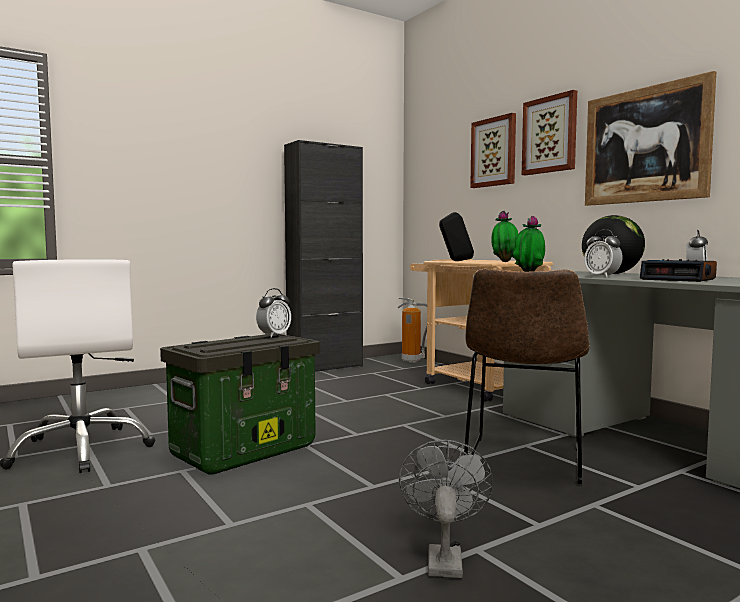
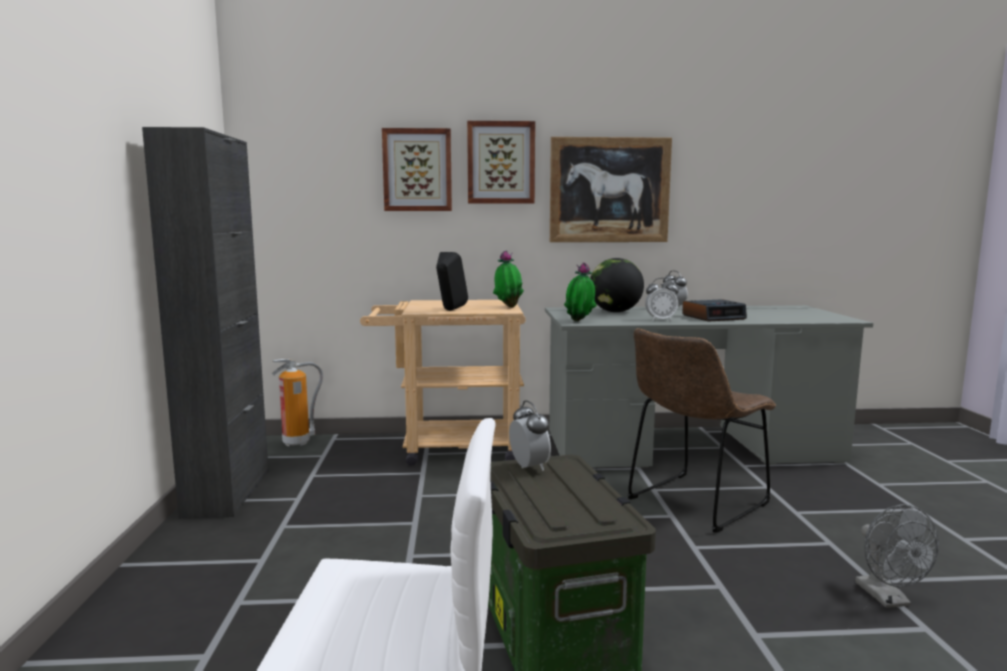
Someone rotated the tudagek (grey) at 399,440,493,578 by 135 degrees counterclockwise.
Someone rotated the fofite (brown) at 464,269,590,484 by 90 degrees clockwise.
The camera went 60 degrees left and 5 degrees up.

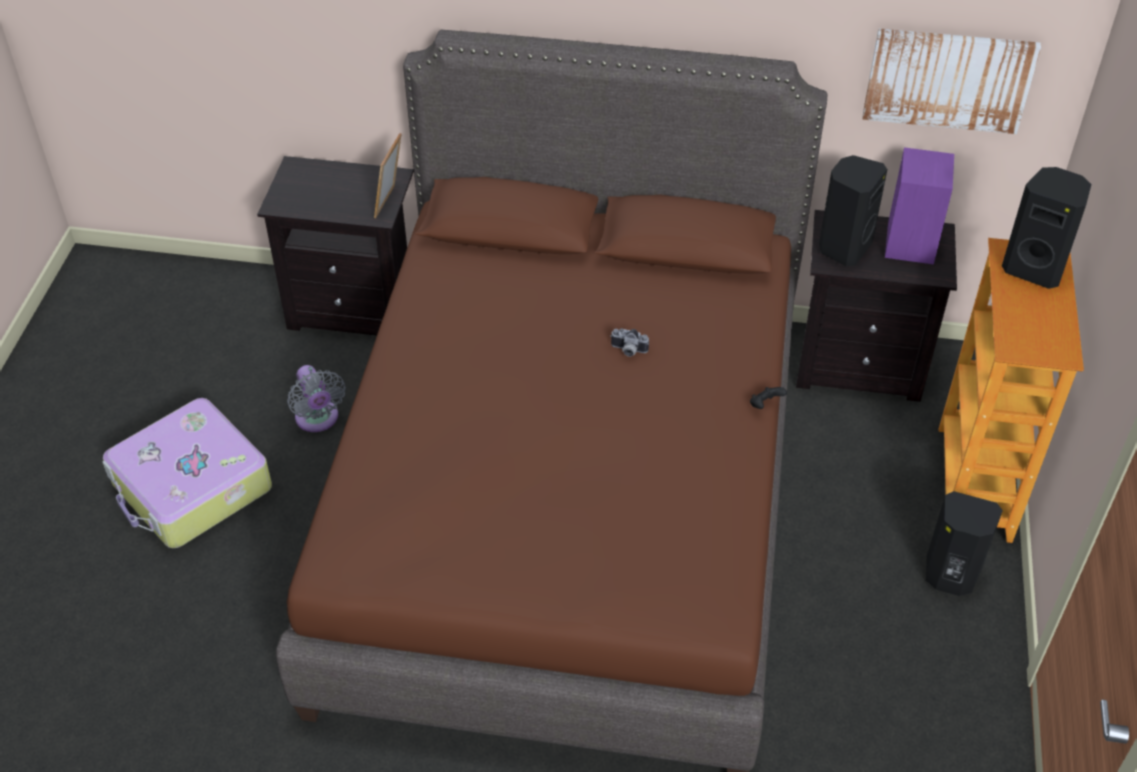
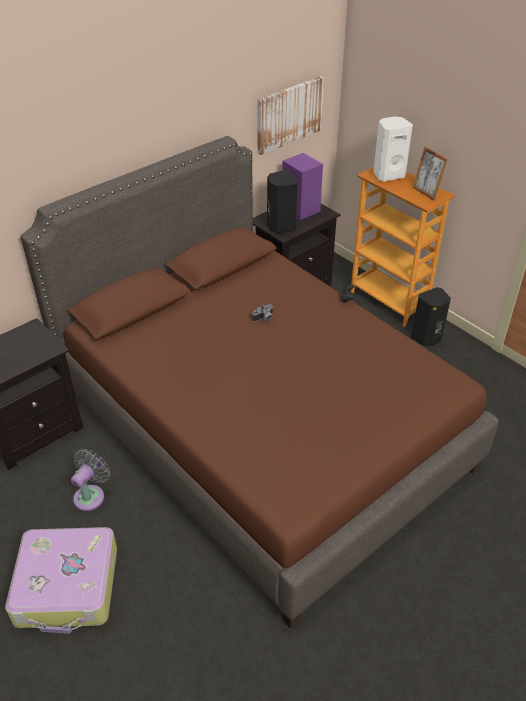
Someone carried the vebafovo from 374,133,402,218 to 412,146,449,201.
Someone repainted the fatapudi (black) at 1002,167,1092,289, which became the fatapudi (white) at 373,116,413,182.
Someone rotated the tudagek (grey) at 287,365,346,432 by 75 degrees counterclockwise.
The camera went 50 degrees left and 5 degrees down.

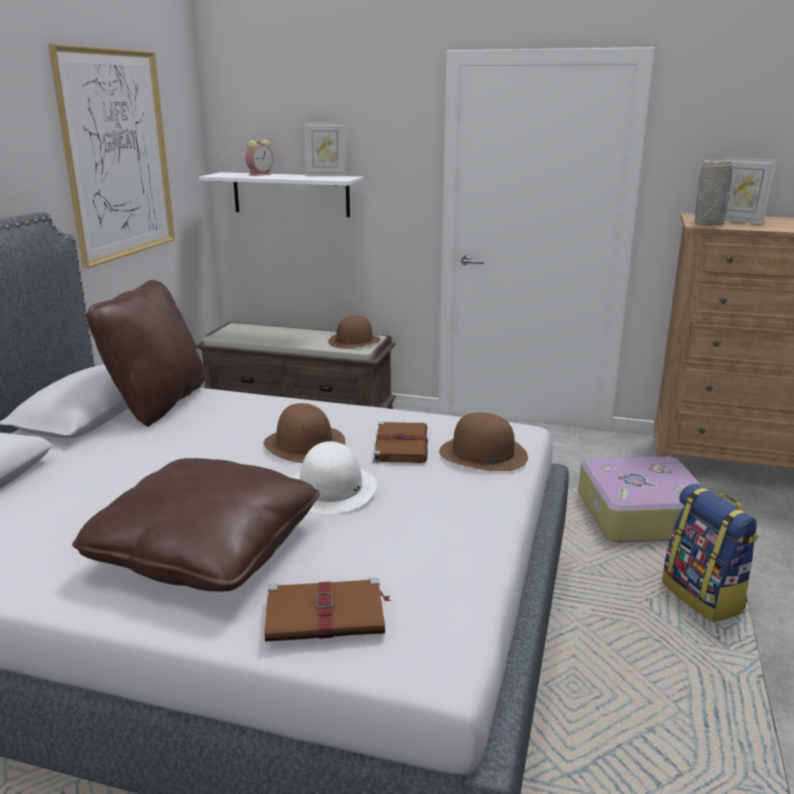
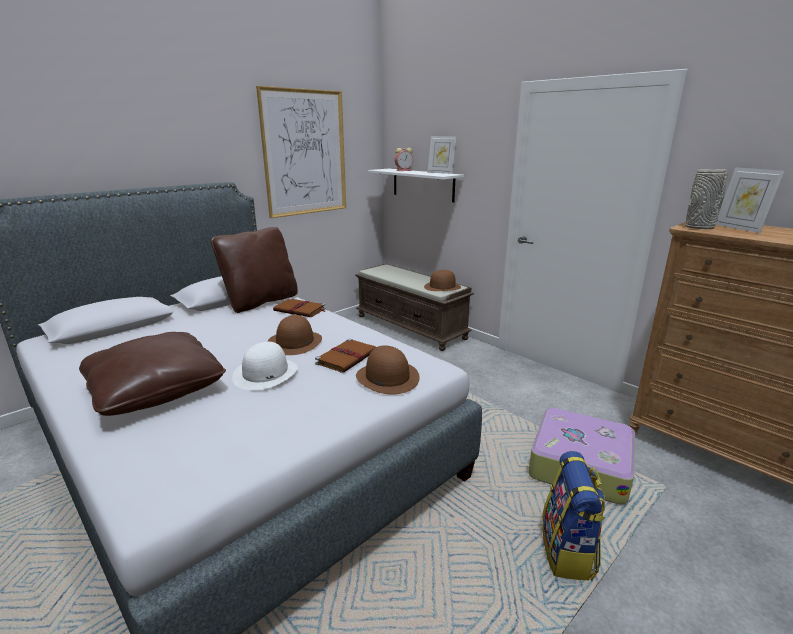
Someone carried the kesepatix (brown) from 264,578,391,642 to 273,298,326,317.
The camera went 30 degrees right and 0 degrees up.

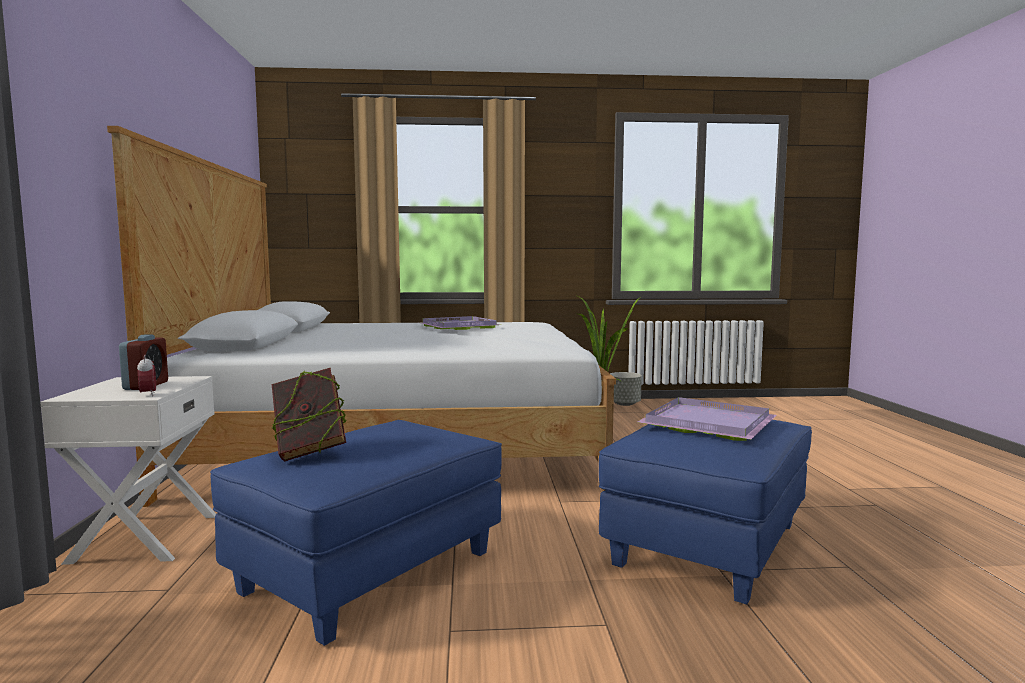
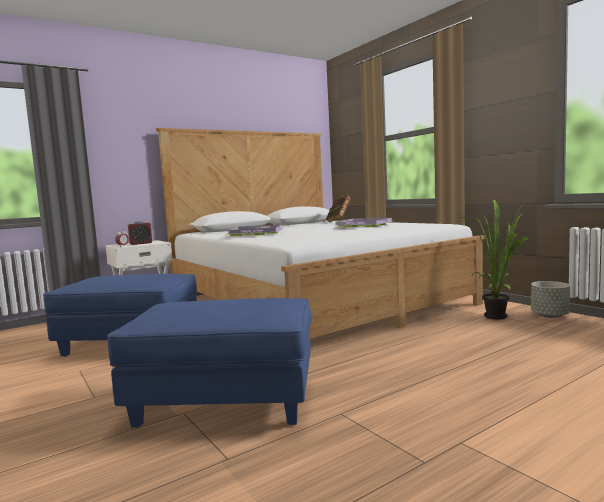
Someone carried the kesepatix from 271,368,347,461 to 326,195,351,222.
Someone carried the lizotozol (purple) from 638,397,777,441 to 227,225,283,236.
The camera went 60 degrees right and 0 degrees up.

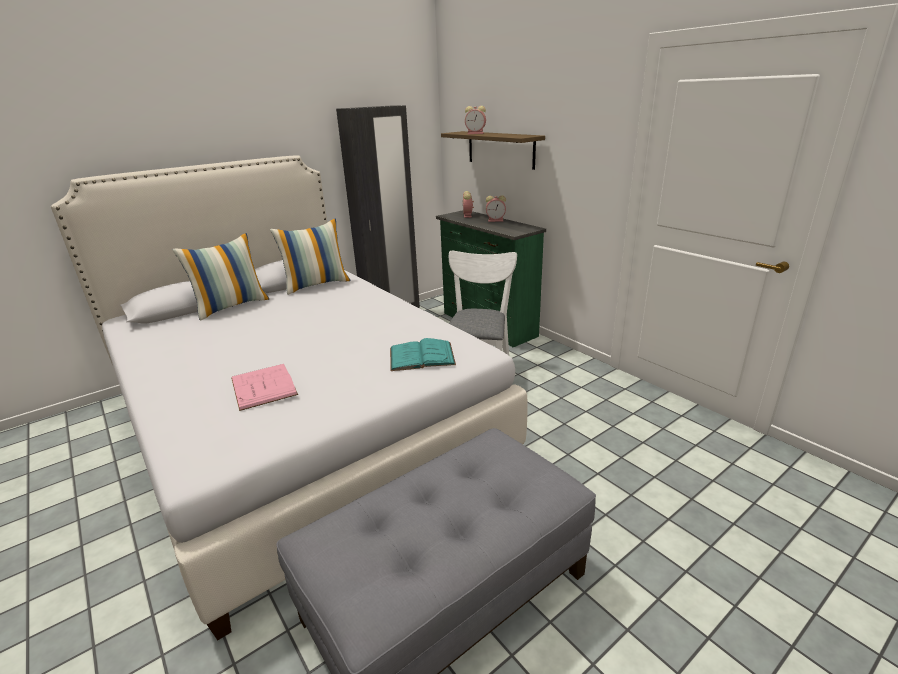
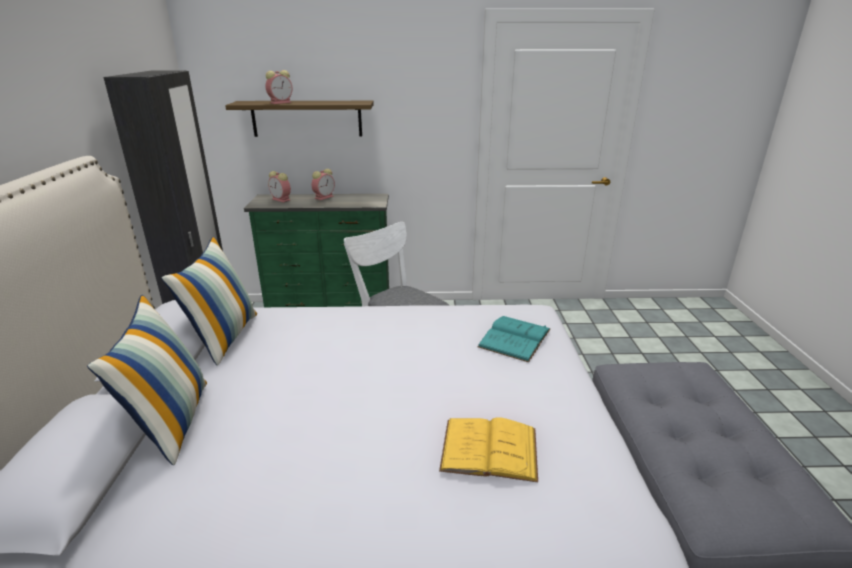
Someone repainted the kesepatix (pink) at 231,364,298,411, which became the kesepatix (yellow) at 439,417,538,482.
The camera went 55 degrees left and 0 degrees up.

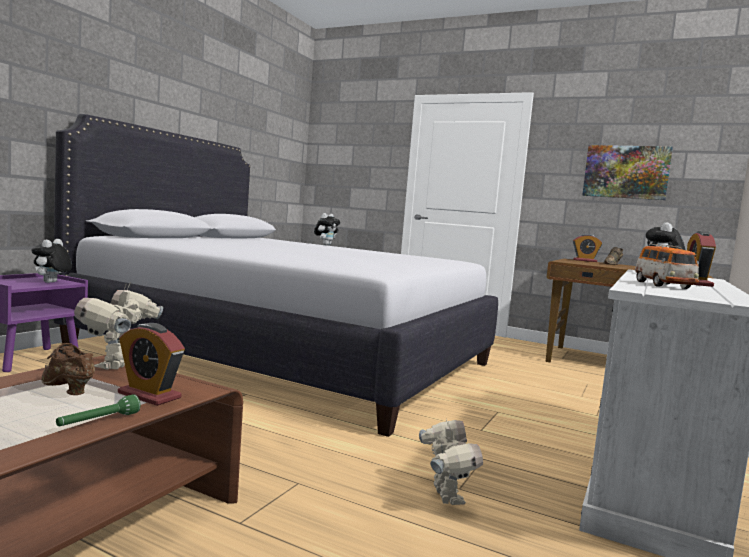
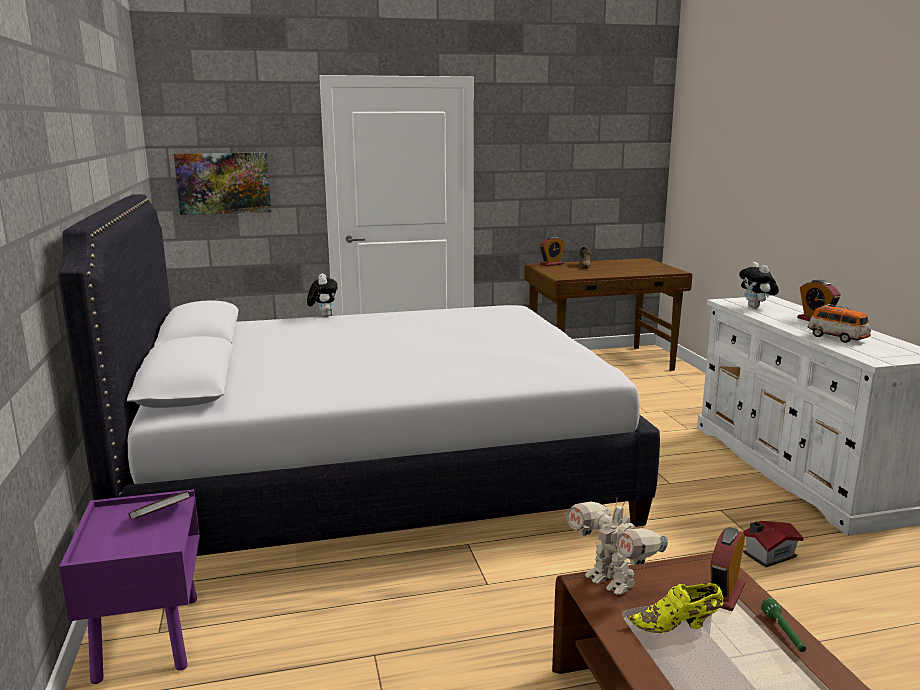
Someone carried the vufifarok from 582,145,673,200 to 174,152,271,215.
Someone swapped the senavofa at 31,239,72,283 for the kesepatix at 129,491,191,520.
Someone swapped the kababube at 419,419,483,505 for the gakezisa at 743,521,804,567.
Someone repainted the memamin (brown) at 42,343,95,395, which became the memamin (yellow) at 627,583,723,633.
Someone rotated the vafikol at 118,323,185,406 by 135 degrees clockwise.
The camera went 40 degrees left and 10 degrees up.

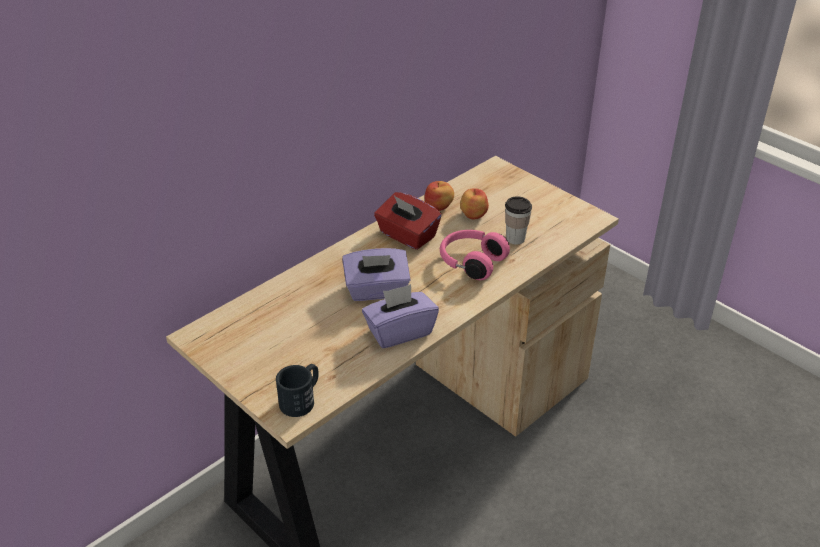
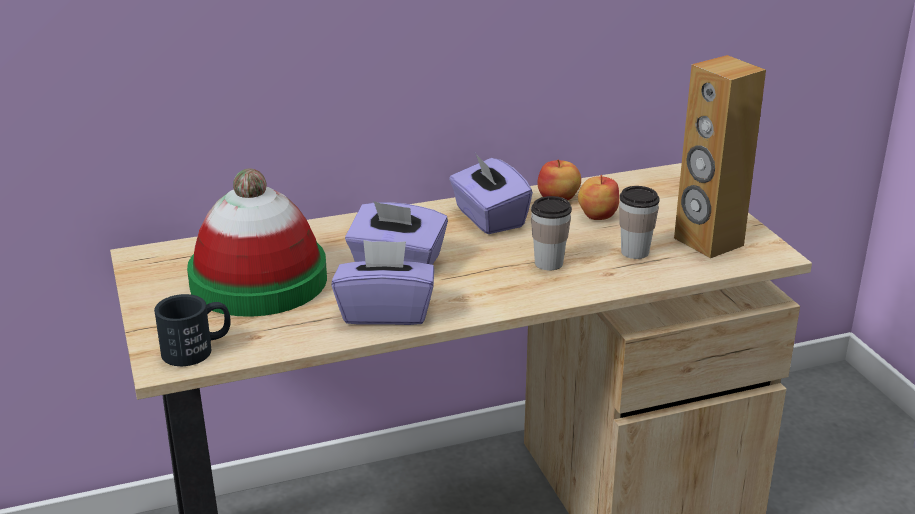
Someone put down the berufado at 187,168,327,317.
Someone put down the fatapudi (brown) at 674,55,766,258.
Someone swapped the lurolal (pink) at 440,230,510,280 for the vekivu at 531,196,572,270.
Someone repainted the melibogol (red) at 374,192,442,250, which became the melibogol (purple) at 449,153,533,234.
The camera went 25 degrees right and 10 degrees down.

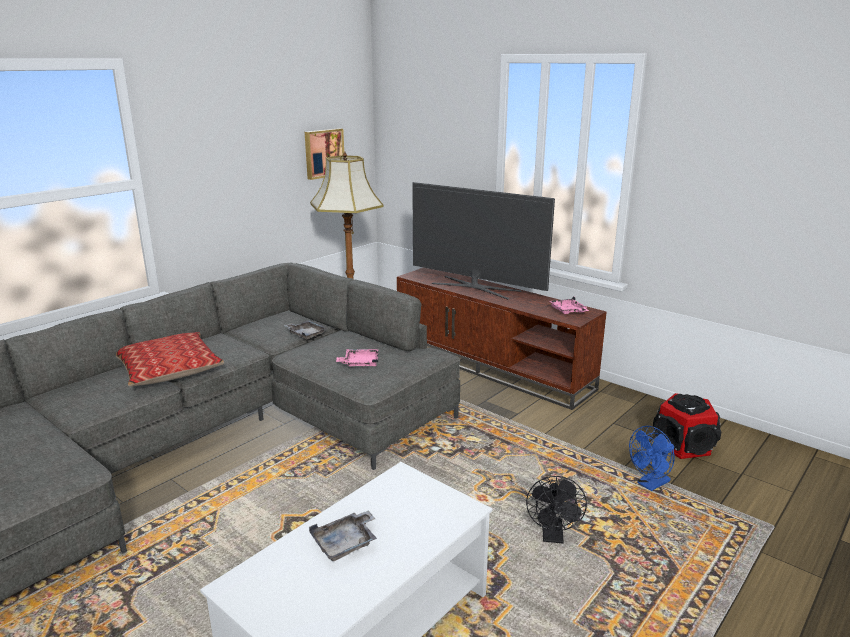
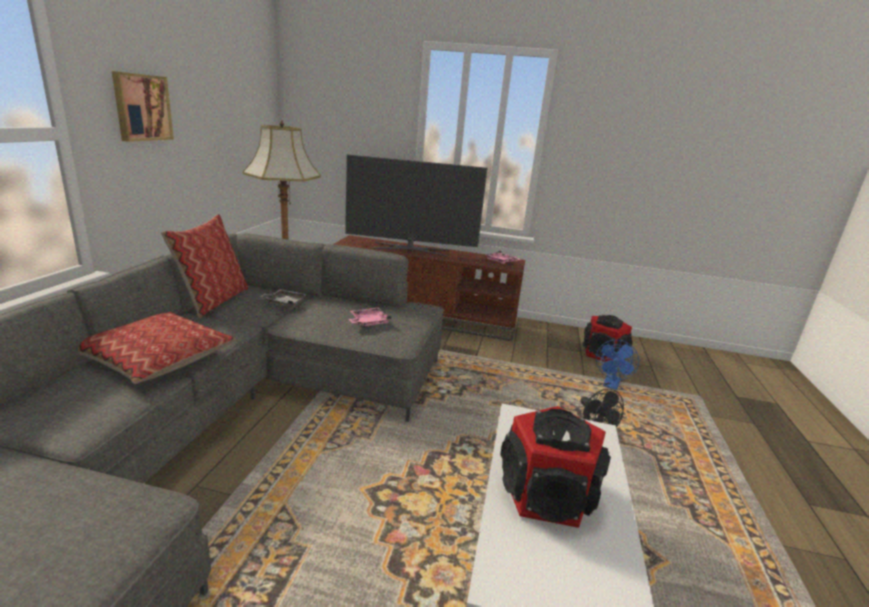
Someone put down the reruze at 161,214,249,318.
Someone carried the vufifarok from 305,128,344,180 to 112,71,174,142.
Someone swapped the lizotozol (grey) at 309,510,377,561 for the fatapudi at 501,406,611,528.
The camera went 30 degrees left and 0 degrees up.

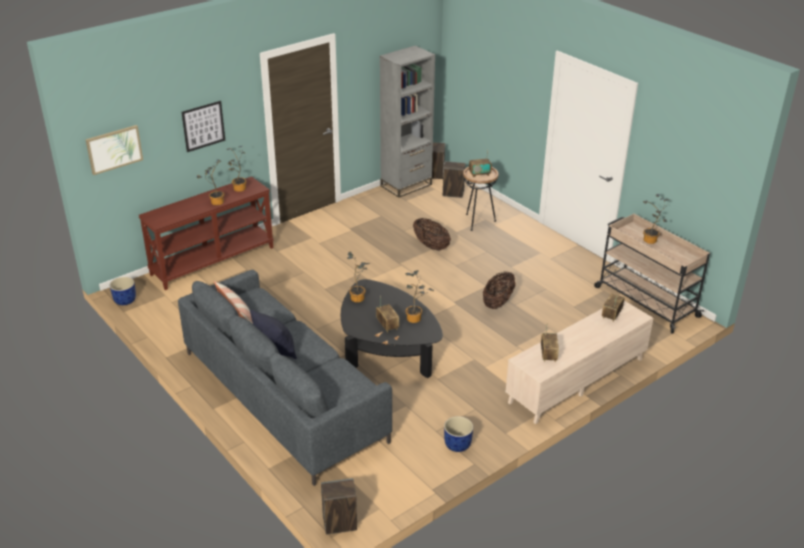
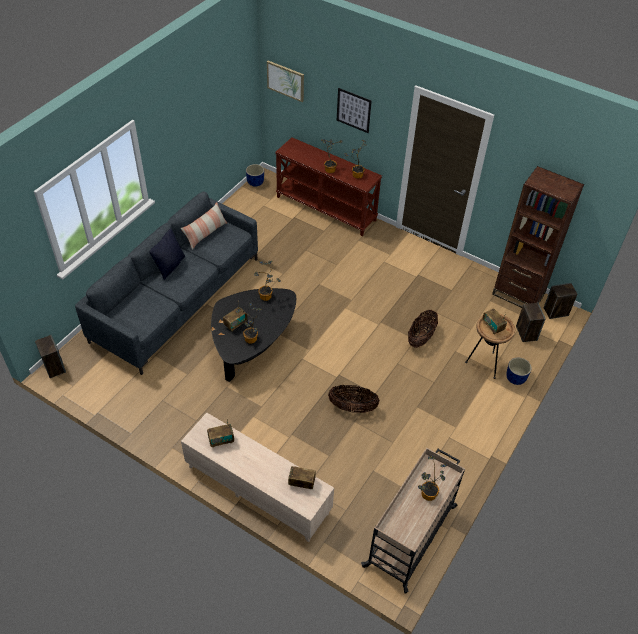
Someone carried the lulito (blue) from 444,416,473,452 to 506,358,532,385.
Someone repainted the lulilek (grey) at 380,45,435,198, which became the lulilek (brown) at 492,166,584,308.
The camera went 70 degrees right and 15 degrees up.

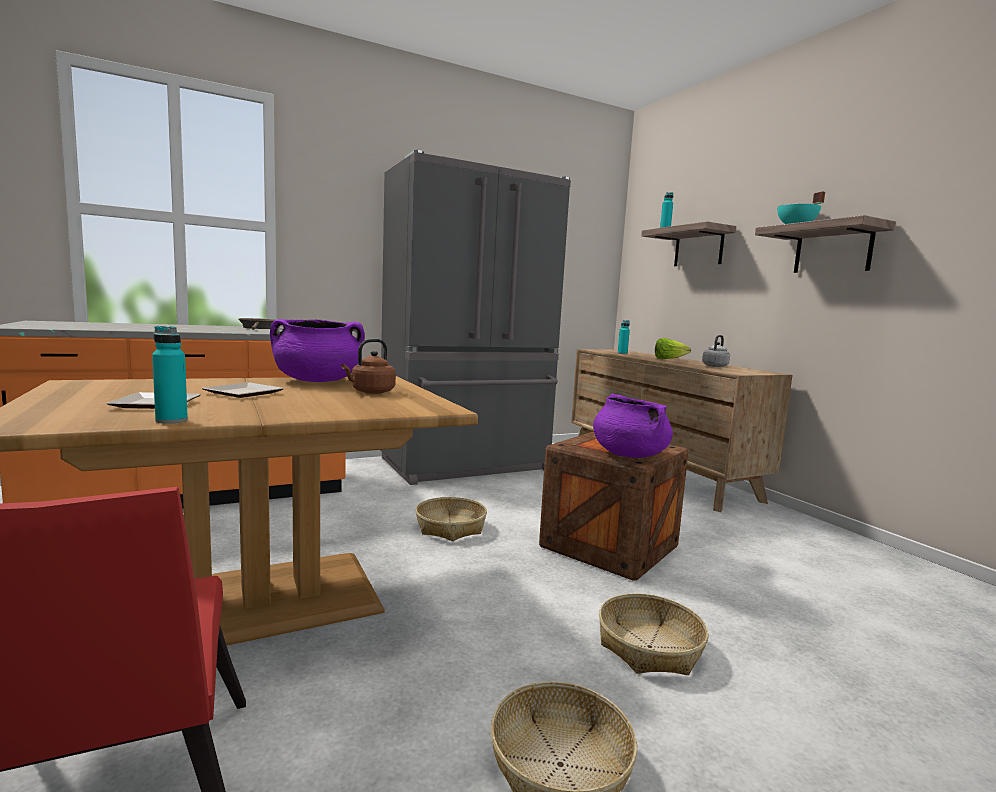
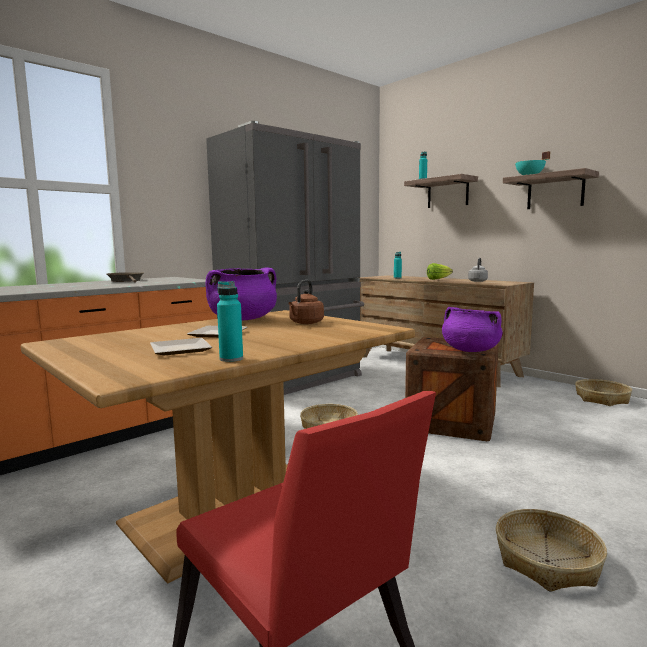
Someone carried the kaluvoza from 599,593,709,675 to 575,379,632,406.
The camera went 15 degrees left and 0 degrees up.

